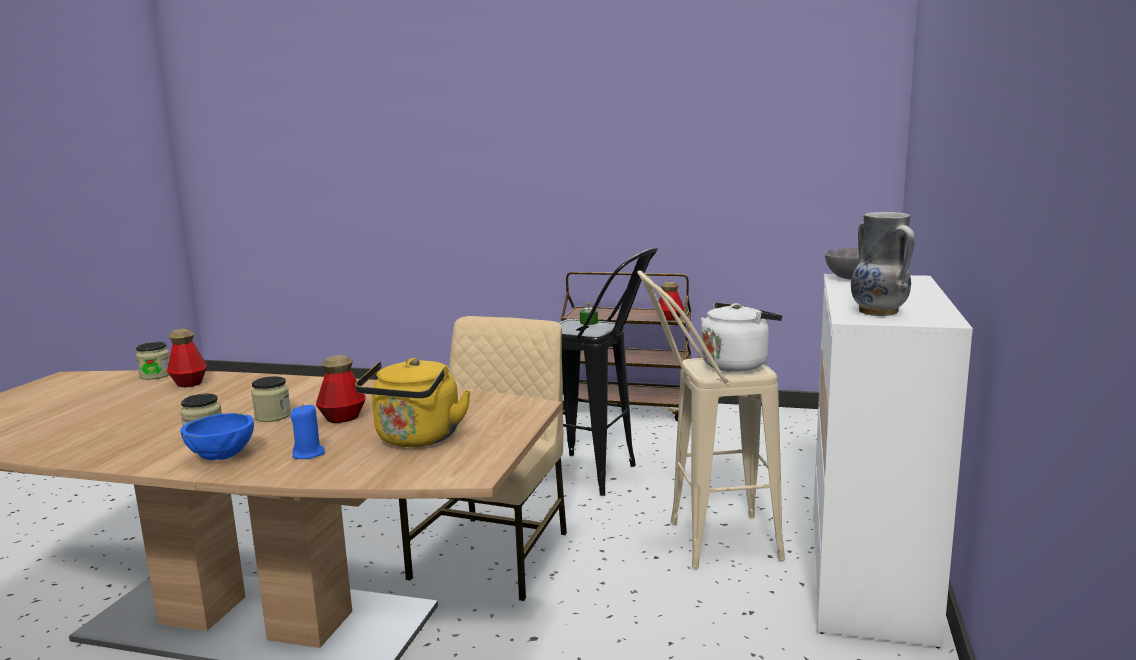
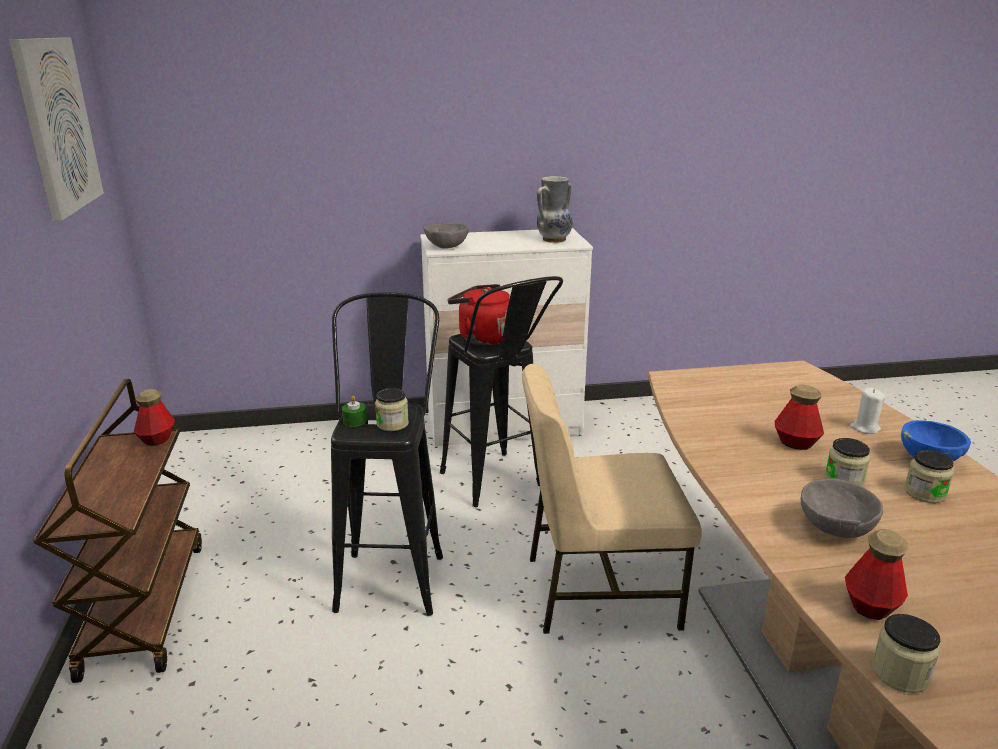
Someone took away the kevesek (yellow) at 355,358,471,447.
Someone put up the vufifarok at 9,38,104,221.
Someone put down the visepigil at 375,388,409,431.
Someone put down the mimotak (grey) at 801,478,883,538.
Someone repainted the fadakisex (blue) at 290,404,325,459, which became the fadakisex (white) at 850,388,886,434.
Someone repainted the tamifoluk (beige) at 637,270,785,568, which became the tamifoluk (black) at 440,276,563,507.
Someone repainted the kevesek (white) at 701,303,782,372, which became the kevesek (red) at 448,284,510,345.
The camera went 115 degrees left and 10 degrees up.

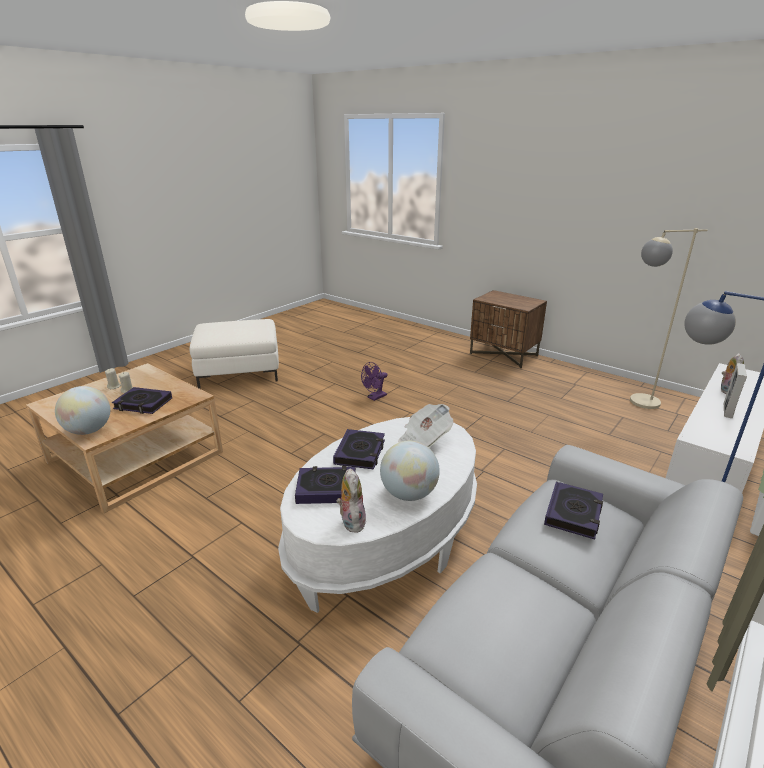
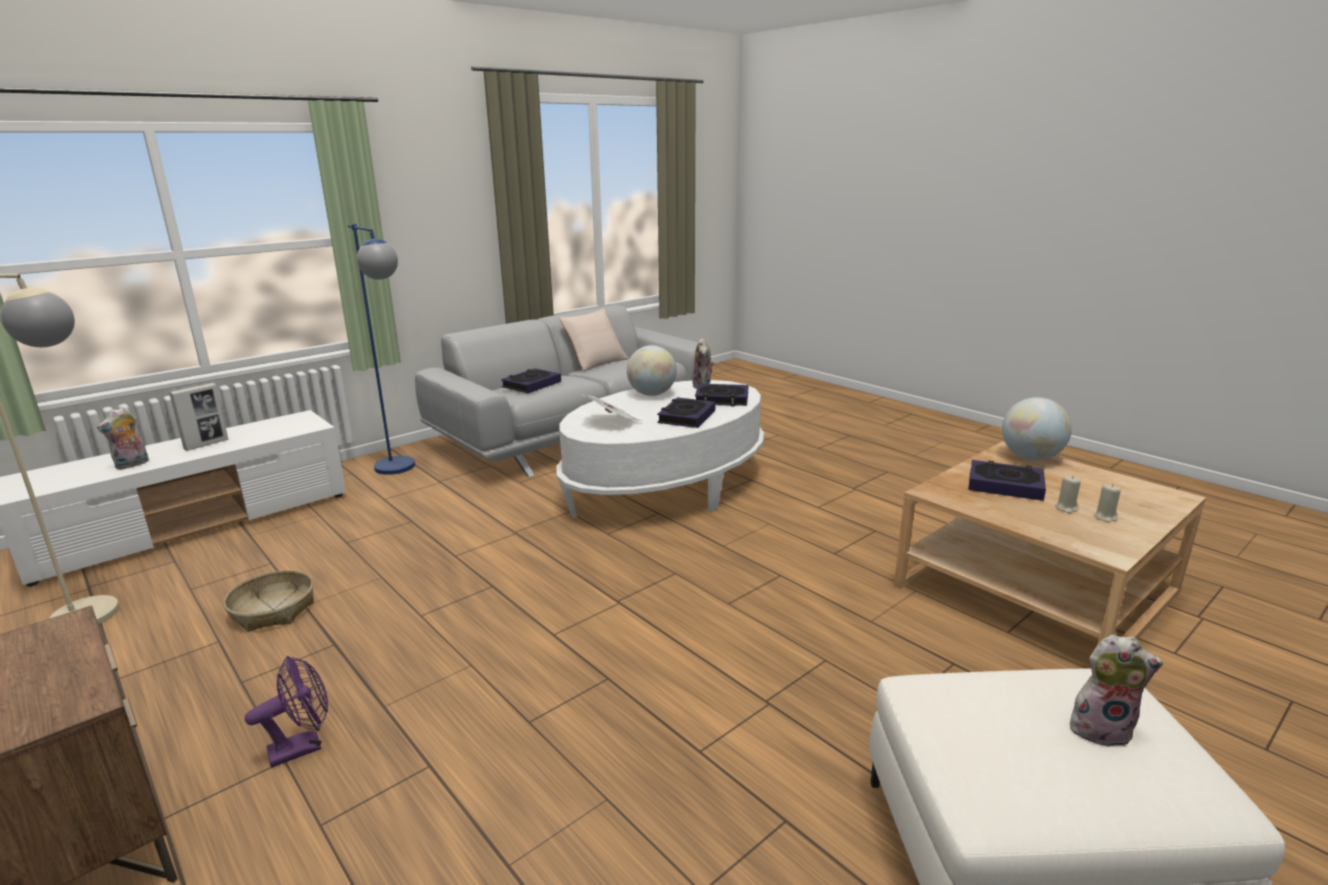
Someone put down the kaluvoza at 223,570,314,632.
Someone put down the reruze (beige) at 559,309,628,371.
Someone put down the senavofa at 1070,635,1163,747.
Someone carried the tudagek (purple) from 361,362,388,401 to 245,656,328,767.
The camera went 170 degrees left and 5 degrees down.

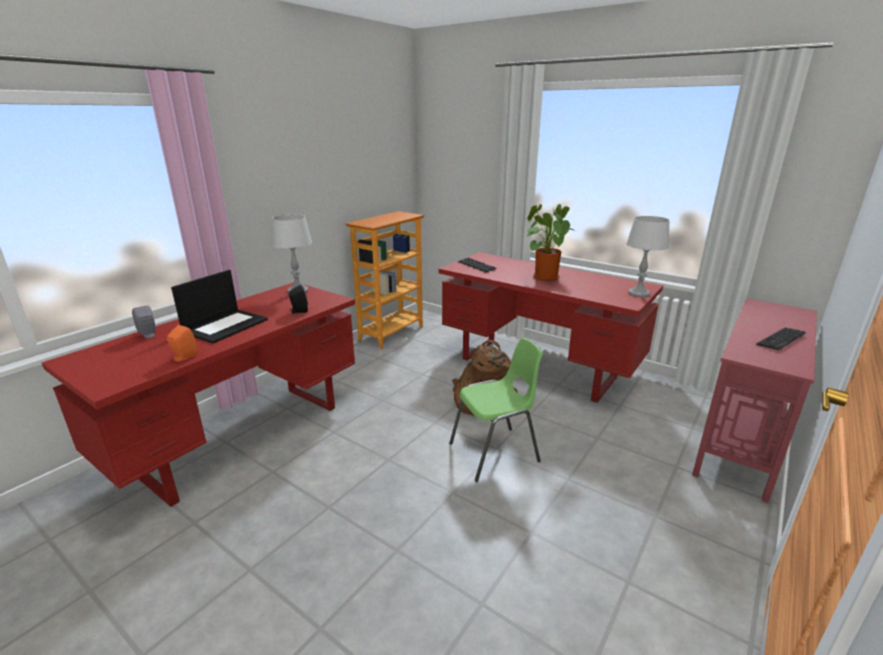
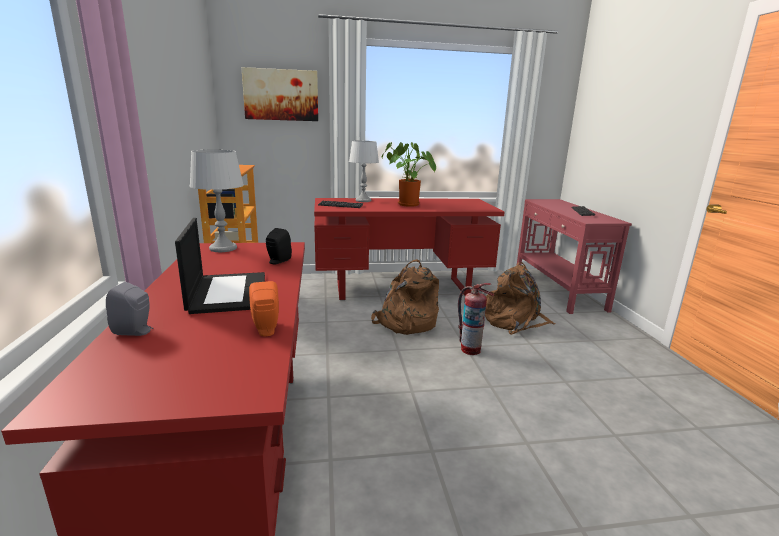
Someone put up the vufifarok at 241,67,318,121.
Someone put down the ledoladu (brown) at 485,262,555,335.
Someone carried the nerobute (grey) from 626,216,670,297 to 349,141,379,202.
Someone swapped the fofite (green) at 449,338,543,482 for the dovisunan at 458,283,494,355.
The camera went 45 degrees left and 5 degrees down.

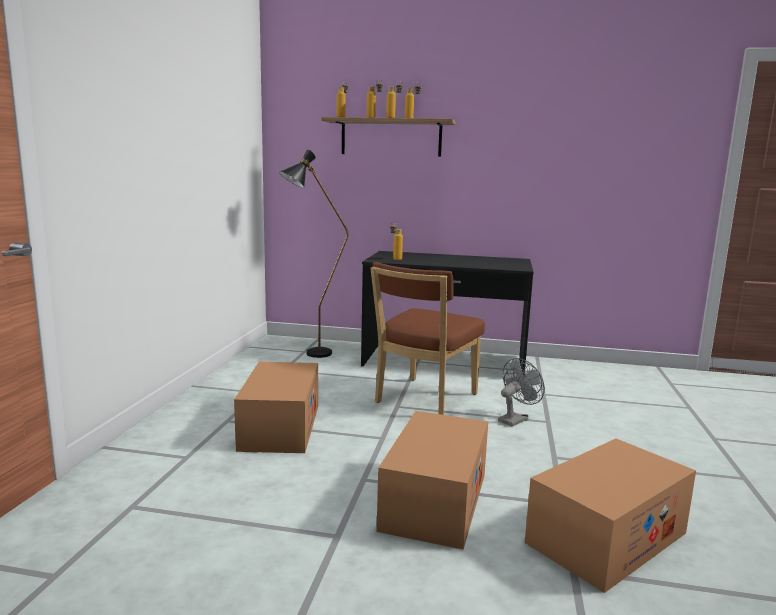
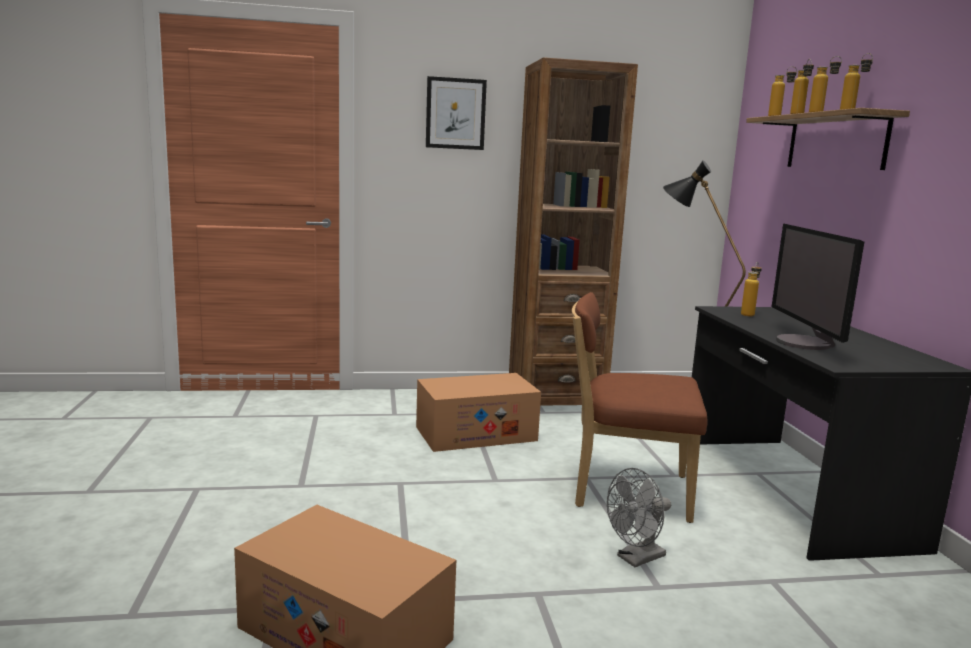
Someone took away the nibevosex at 377,411,488,550.
Someone put up the vufifarok at 426,76,487,150.
Someone put down the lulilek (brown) at 509,57,638,406.
Someone put down the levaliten at 772,223,864,350.
Someone rotated the tudagek (grey) at 498,358,545,427 by 120 degrees clockwise.
The camera went 70 degrees right and 0 degrees up.

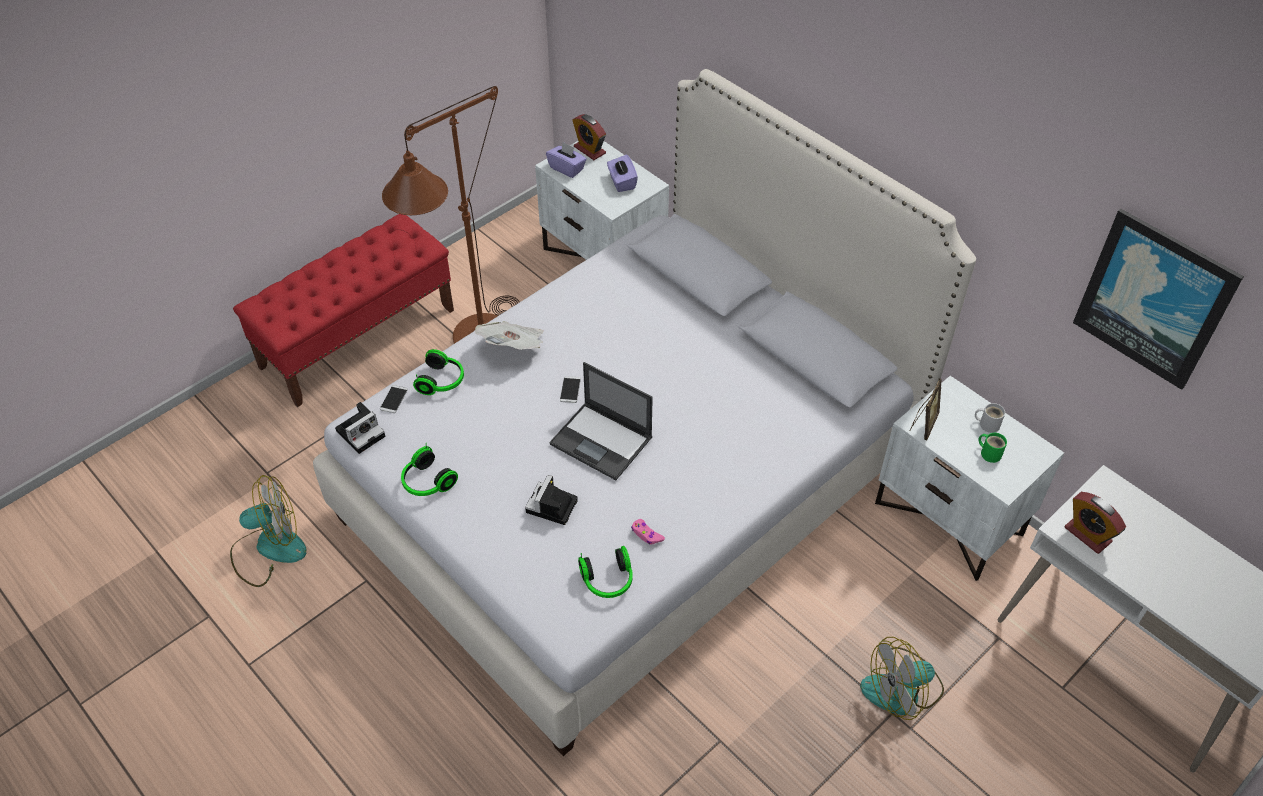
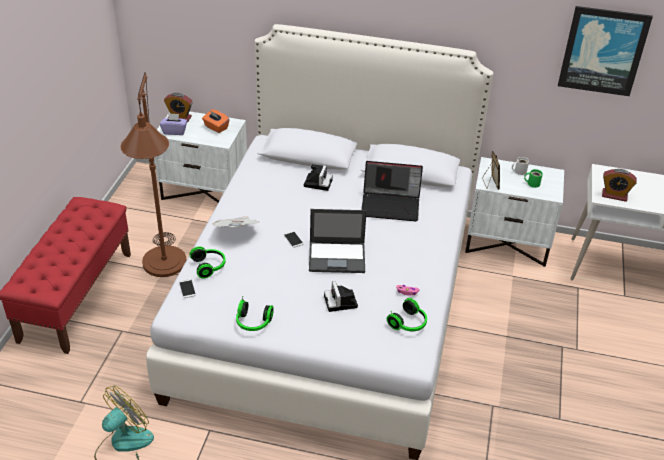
Someone took away the tudagek at 860,637,944,720.
Someone put down the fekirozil at 361,161,423,221.
Someone carried the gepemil from 335,402,385,454 to 304,164,333,191.
Someone repainted the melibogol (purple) at 607,154,638,192, which became the melibogol (orange) at 202,109,230,133.
The camera went 35 degrees left and 10 degrees down.

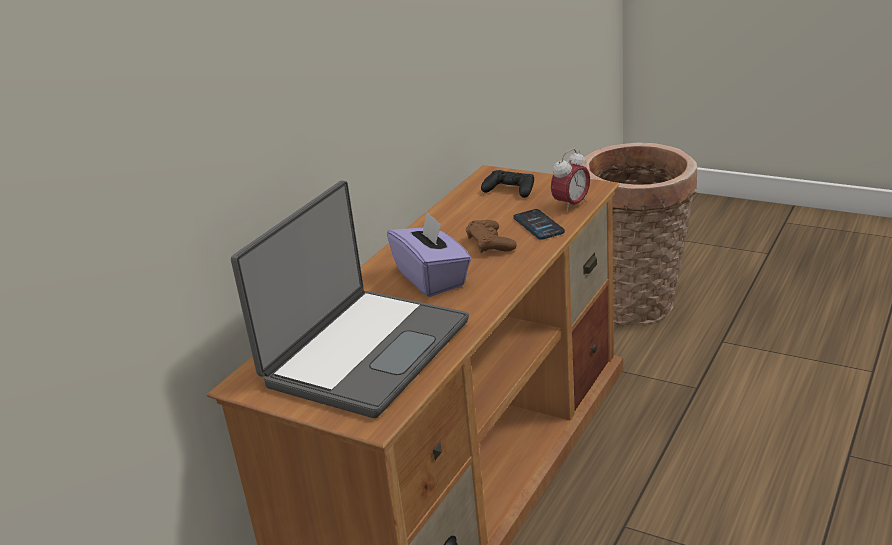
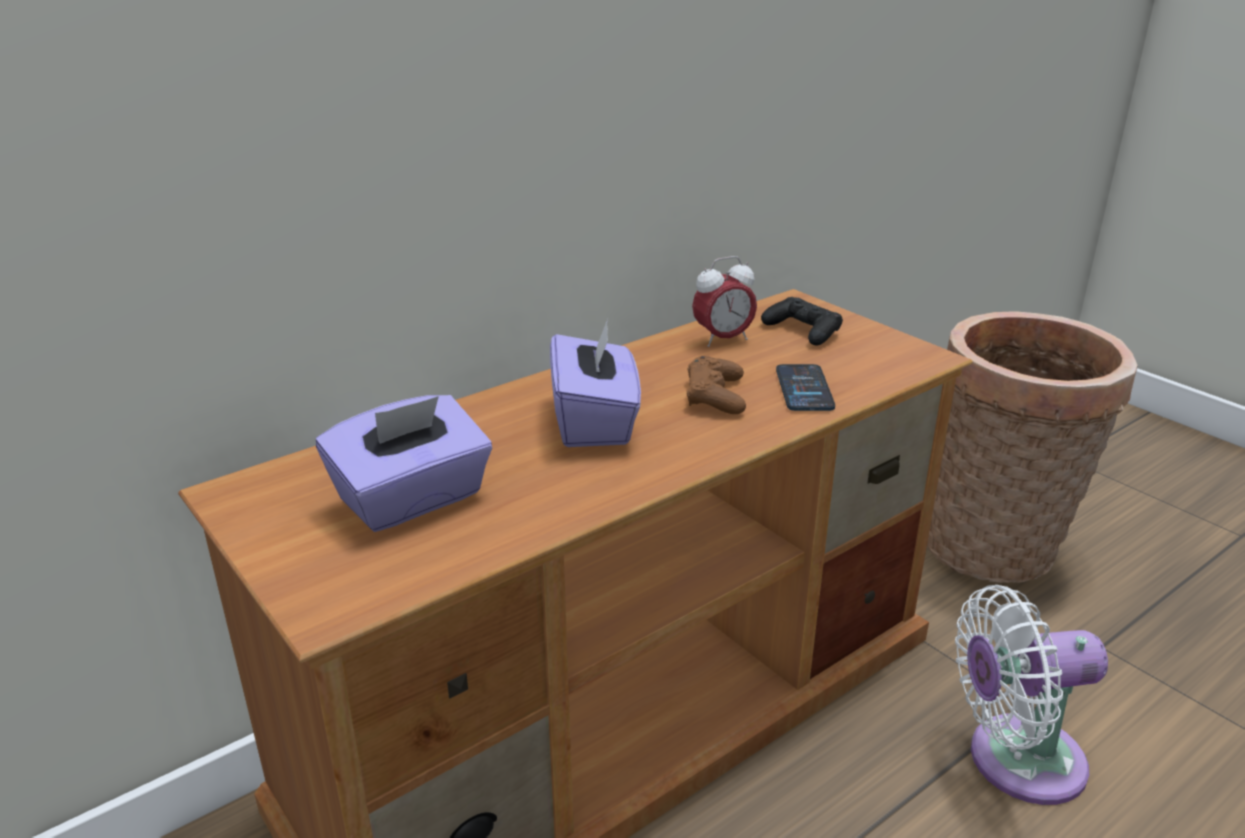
Someone put down the tudagek (white) at 955,585,1108,805.
Someone carried the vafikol from 551,149,590,213 to 692,256,757,347.
Someone swapped the fekirozil at 231,181,469,418 for the melibogol (purple) at 316,395,492,532.
The camera went 20 degrees right and 0 degrees up.

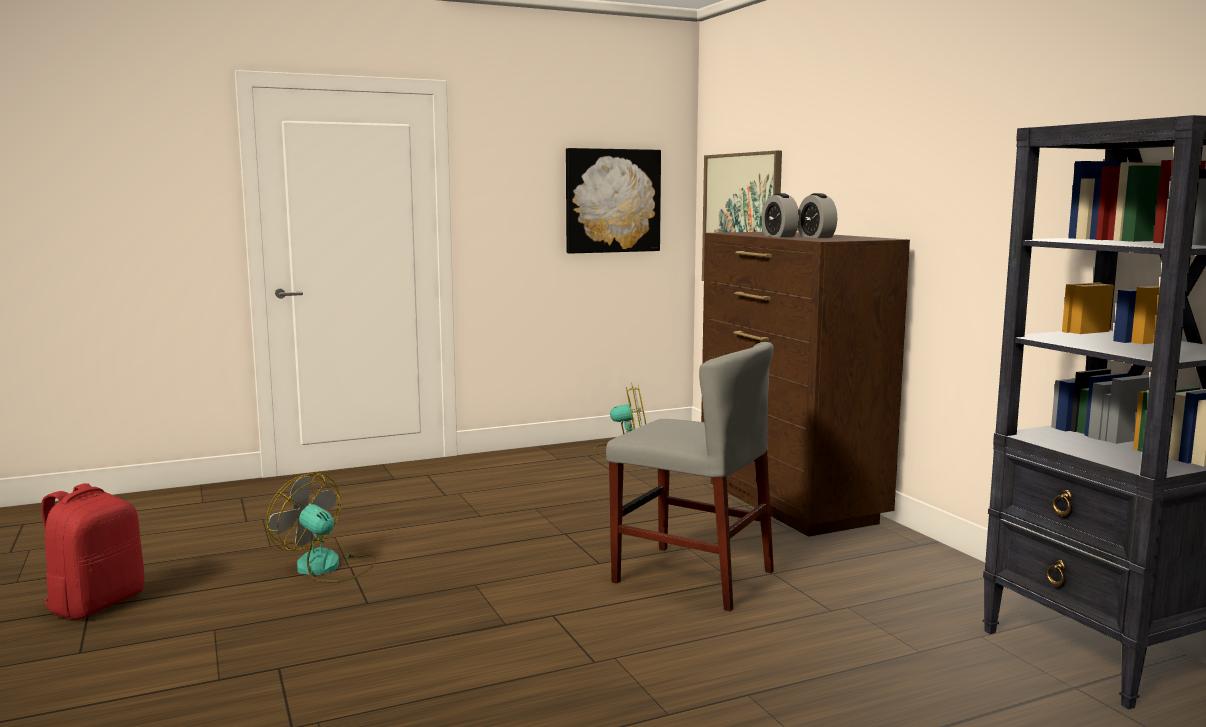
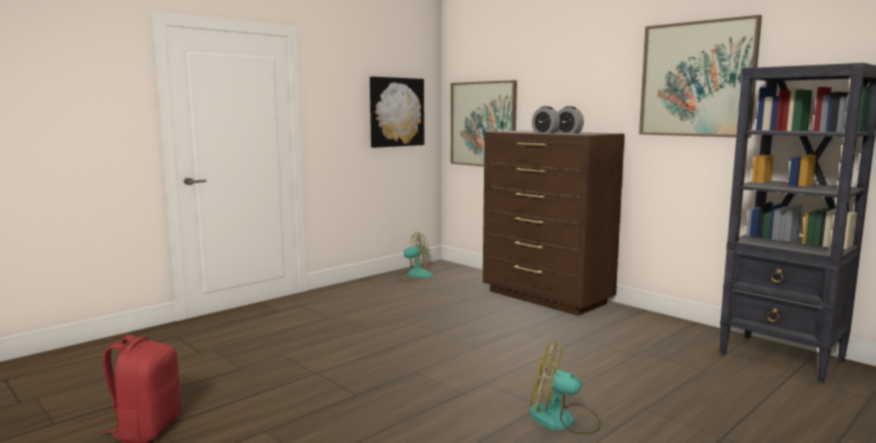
Someone took away the fofite (grey) at 606,342,774,611.
Someone put up the vufifarok at 639,15,762,138.
Someone carried the tudagek from 267,473,377,582 to 530,342,600,434.
The camera went 20 degrees left and 0 degrees up.

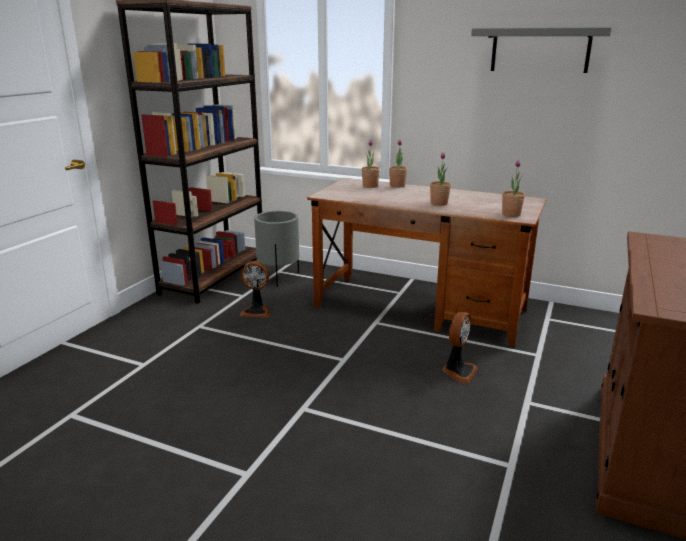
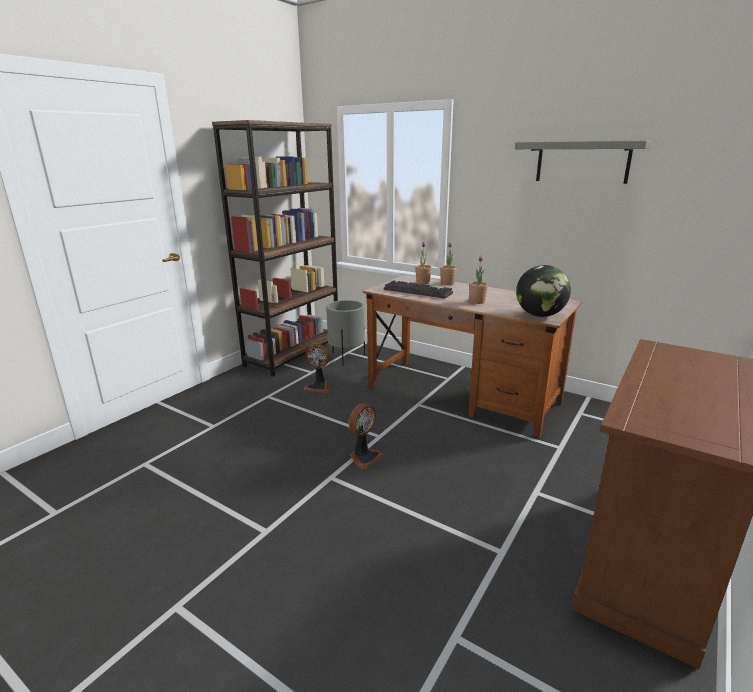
Someone put down the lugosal at 384,280,453,299.
Someone carried the tudagek from 442,312,478,383 to 348,403,384,469.
Someone swapped the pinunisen at 502,160,525,217 for the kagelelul at 516,265,571,317.
The camera went 10 degrees right and 0 degrees up.

